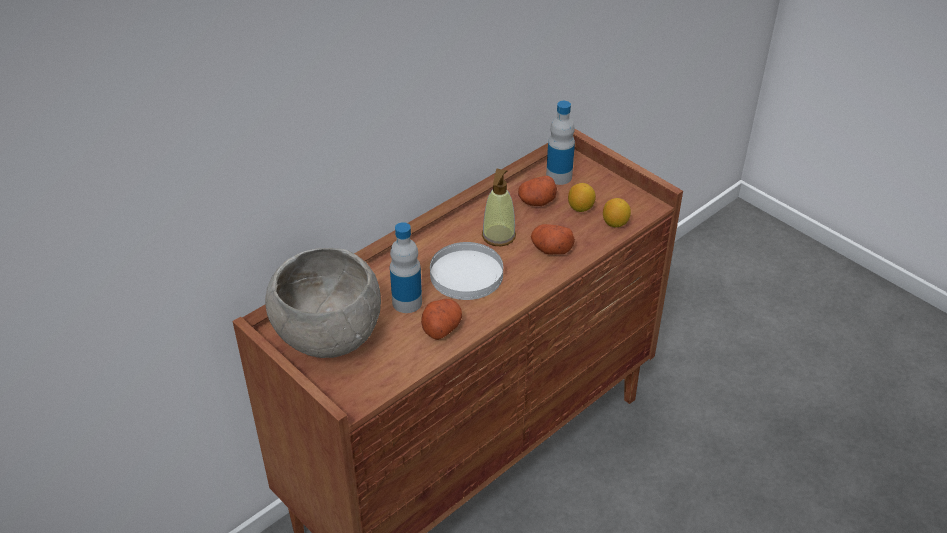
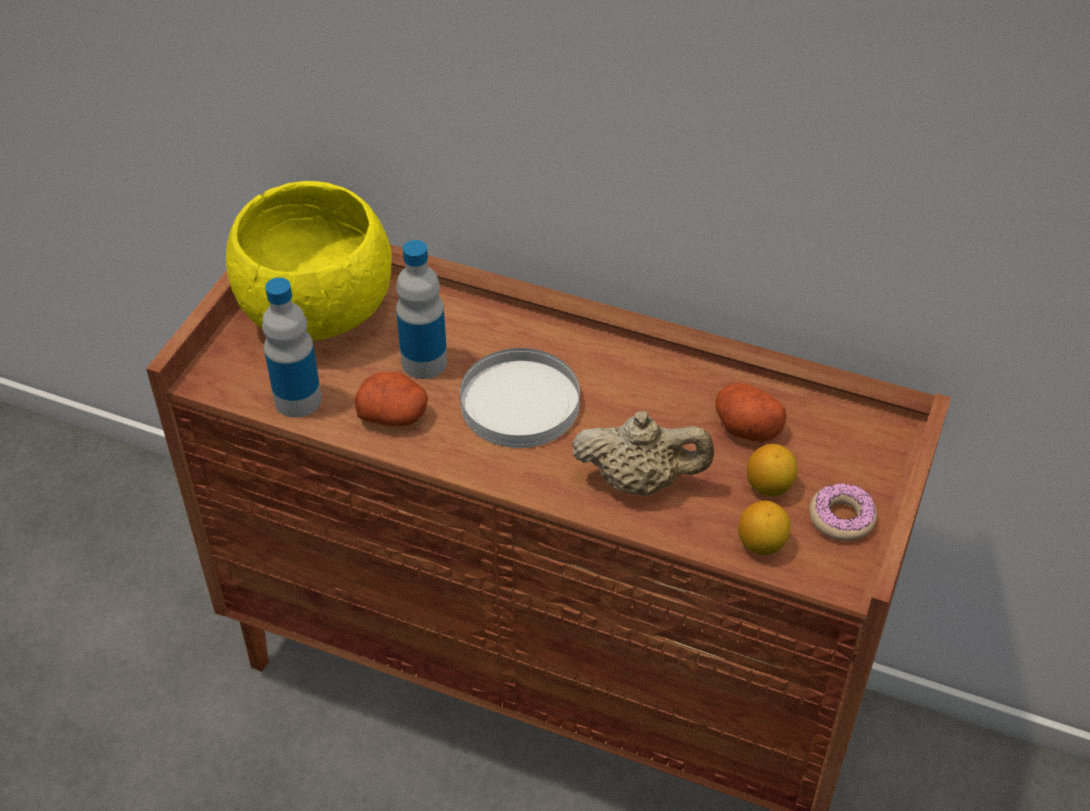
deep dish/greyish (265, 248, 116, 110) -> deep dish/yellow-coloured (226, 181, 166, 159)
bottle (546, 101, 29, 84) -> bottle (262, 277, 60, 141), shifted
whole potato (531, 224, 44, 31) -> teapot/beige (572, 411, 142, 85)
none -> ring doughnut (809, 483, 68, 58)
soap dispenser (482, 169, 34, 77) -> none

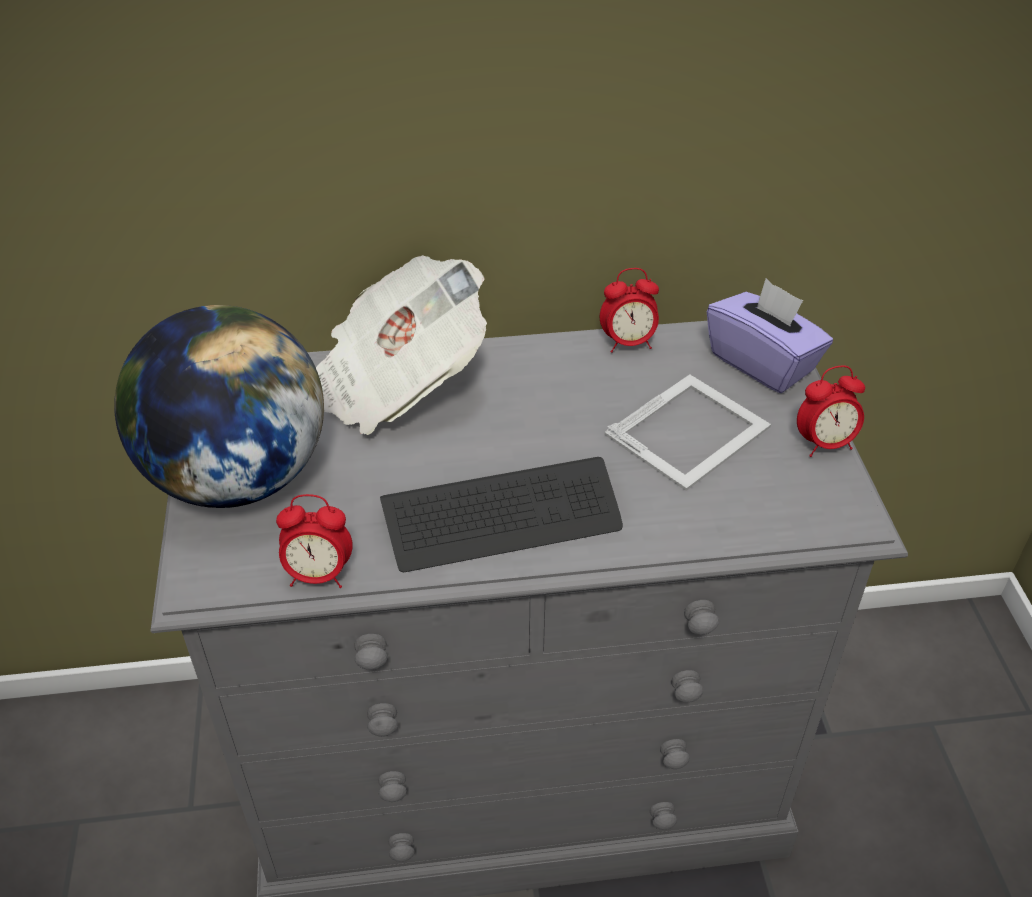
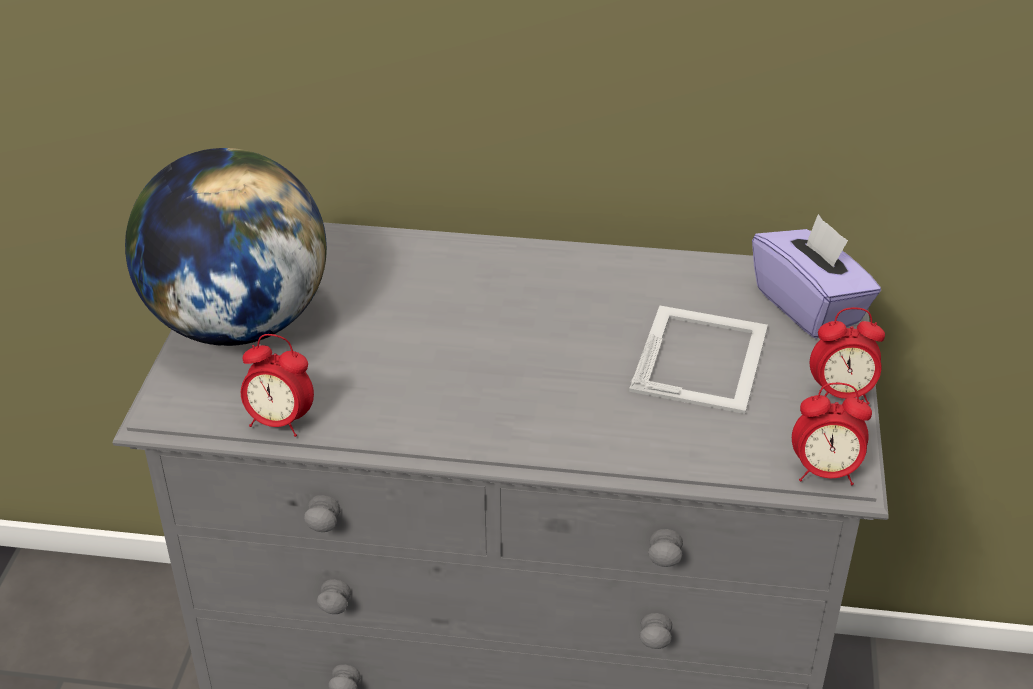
picture frame (605, 374, 166, 117) -> picture frame (629, 306, 139, 108), 45 degrees counterclockwise
alarm clock (600, 268, 59, 85) -> alarm clock (792, 383, 80, 102), shifted
newspaper (316, 255, 171, 180) -> none
PC keyboard (380, 457, 243, 115) -> none

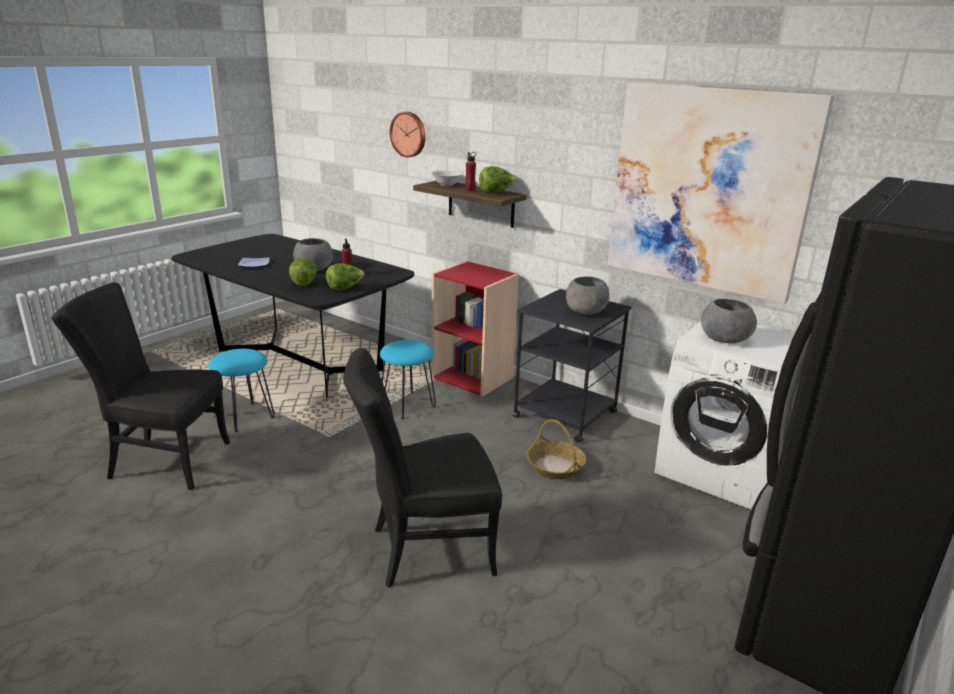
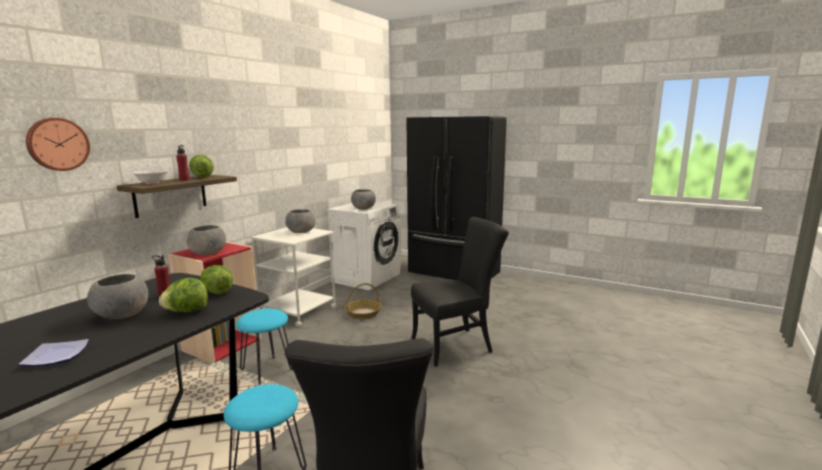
none -> deep dish/greyish (187, 225, 39, 30)
wheeled cart/blackish (513, 289, 119, 154) -> wheeled cart/white (251, 227, 86, 100)
upright chair/blackish (343, 348, 159, 240) -> upright chair/blackish (411, 217, 98, 150), 90 degrees counterclockwise
wall art (607, 83, 227, 221) -> none

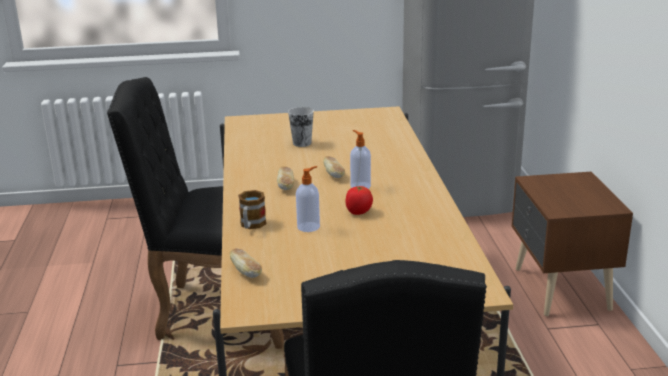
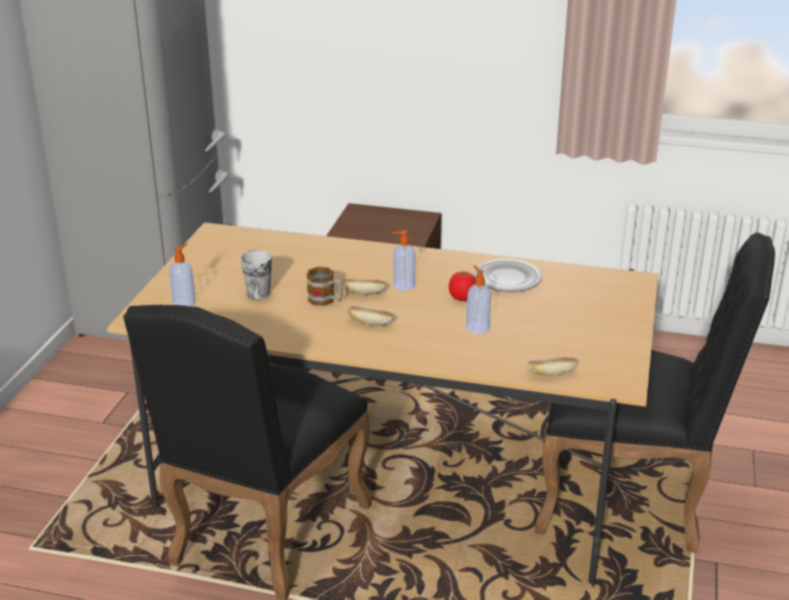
none -> soap dispenser (169, 243, 27, 64)
mug (238, 190, 28, 39) -> mug (307, 267, 36, 39), shifted
none -> dinner plate (473, 259, 69, 33)

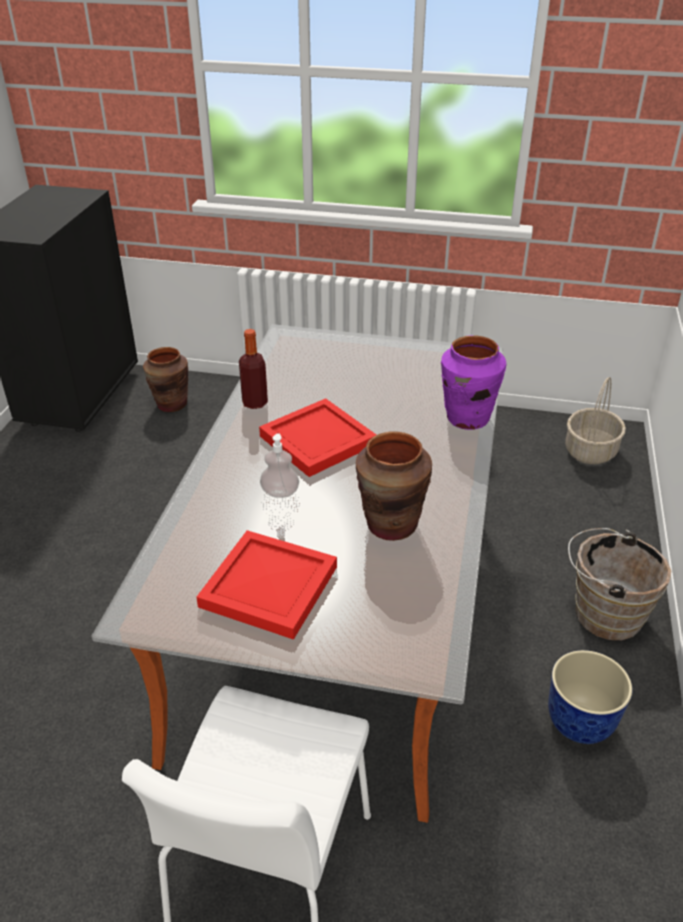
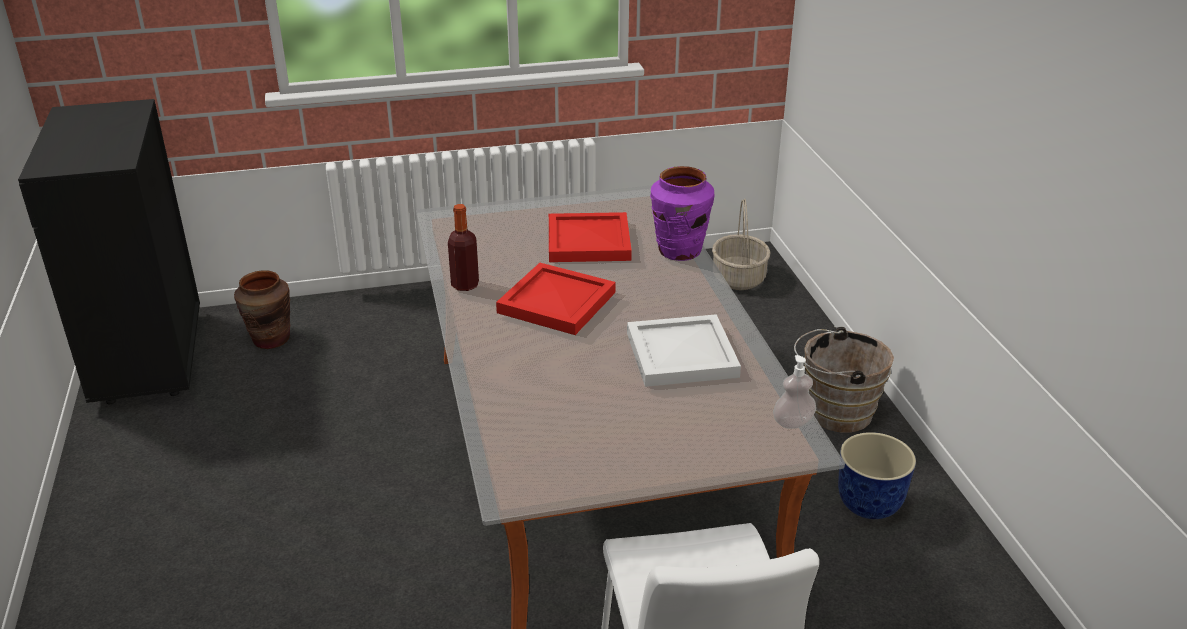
serving tray/reddish (196, 530, 141, 110) -> serving tray/reddish (549, 212, 83, 50), shifted
flower vase/brownish (356, 431, 76, 110) -> serving tray/white (627, 314, 114, 73)
soap dispenser (260, 434, 39, 64) -> soap dispenser (773, 355, 43, 74), shifted

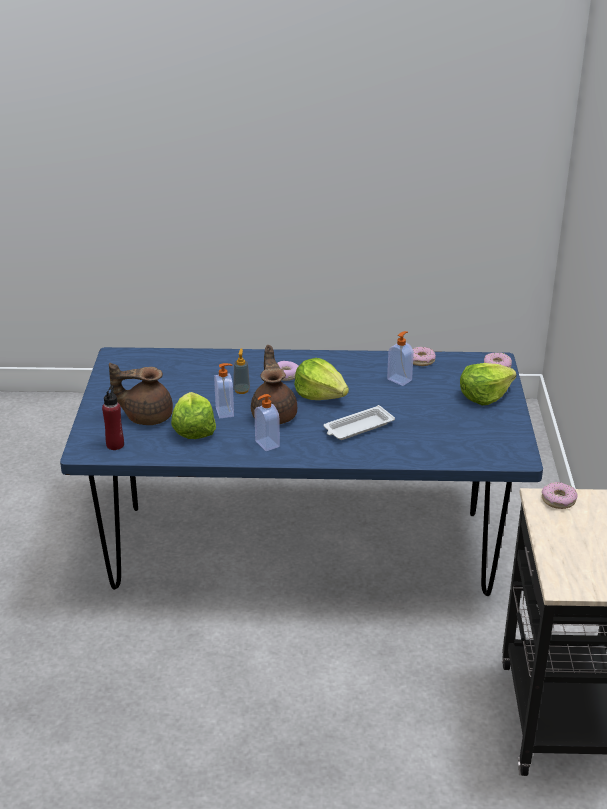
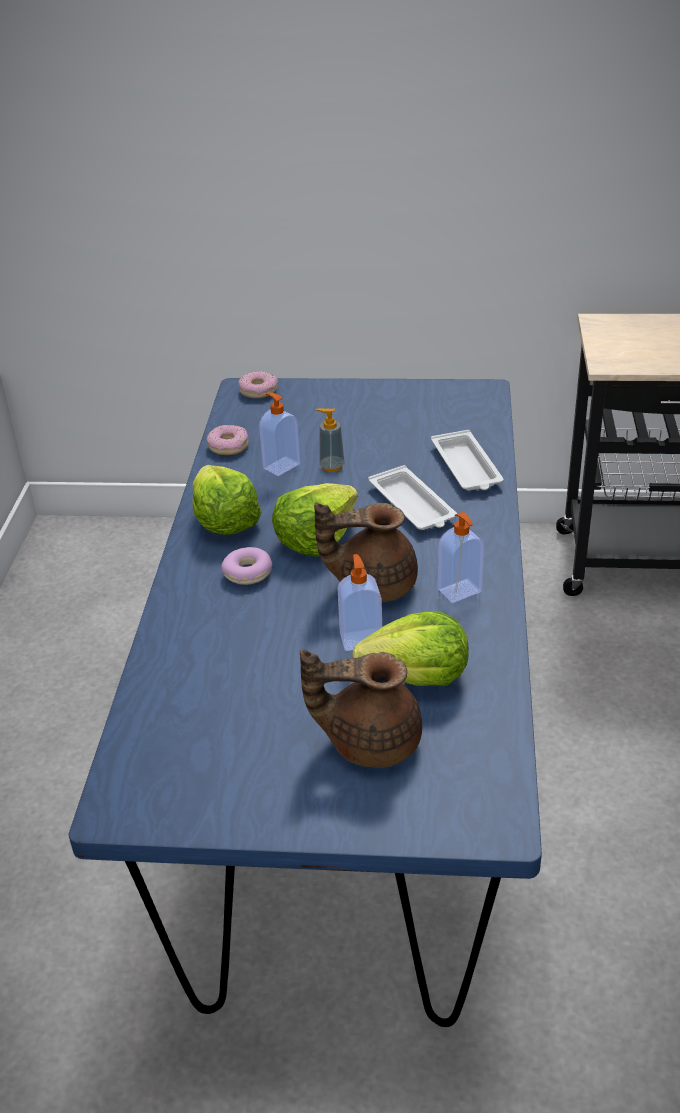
lettuce head (460, 363, 57, 43) -> lettuce head (192, 465, 70, 70), shifted
teapot/brownish (109, 363, 64, 62) -> teapot/brownish (300, 649, 122, 119), 90 degrees clockwise
soap dispenser (233, 349, 17, 45) -> soap dispenser (316, 408, 29, 64), shifted
none -> serving tray/white (431, 430, 72, 61)
bottle/reddish (102, 385, 22, 65) -> none
ring doughnut (542, 482, 36, 27) -> none

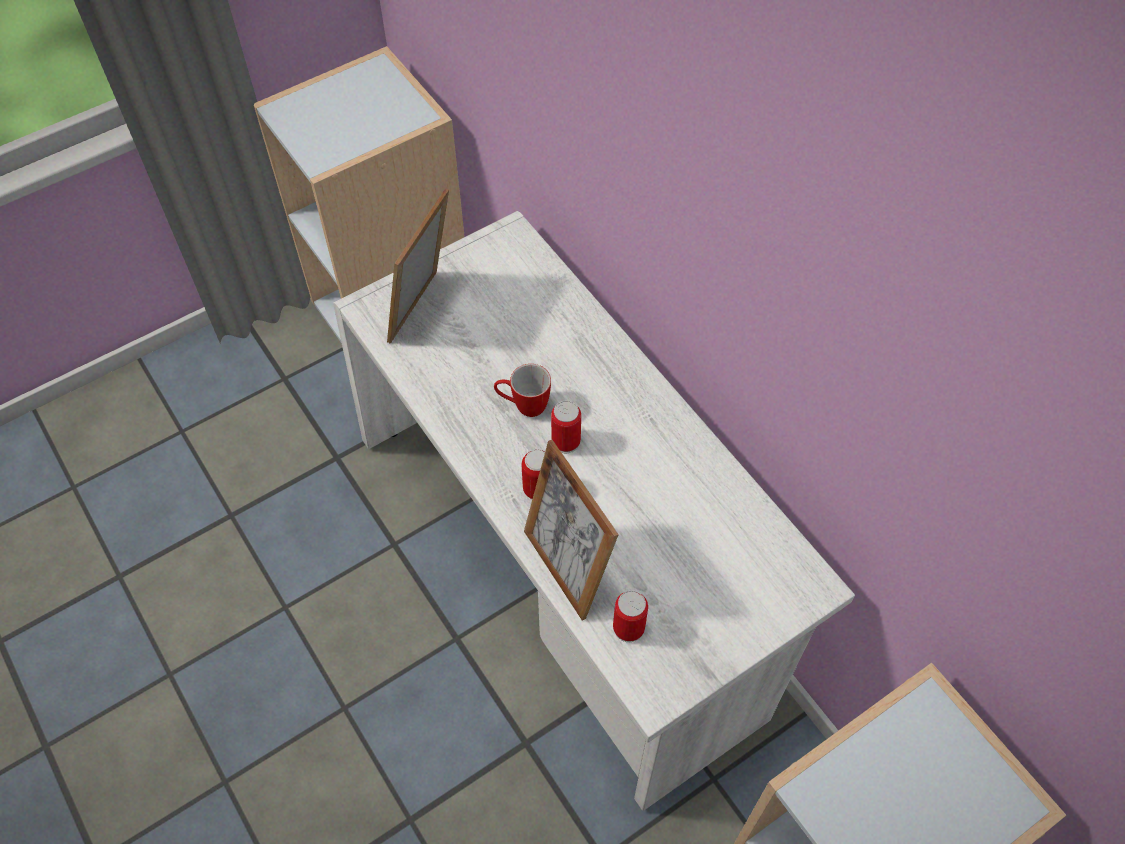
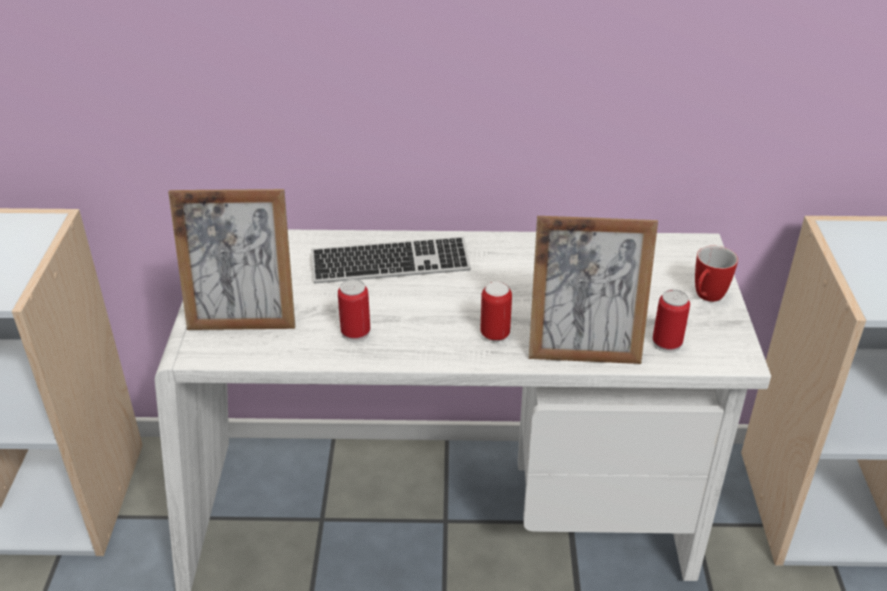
picture frame (387, 188, 62, 156) -> picture frame (168, 189, 127, 141), 60 degrees counterclockwise
none -> PC keyboard (311, 237, 160, 47)
metal can (551, 401, 30, 52) -> metal can (338, 279, 32, 63), shifted
mug (494, 364, 57, 53) -> mug (695, 246, 43, 56), shifted

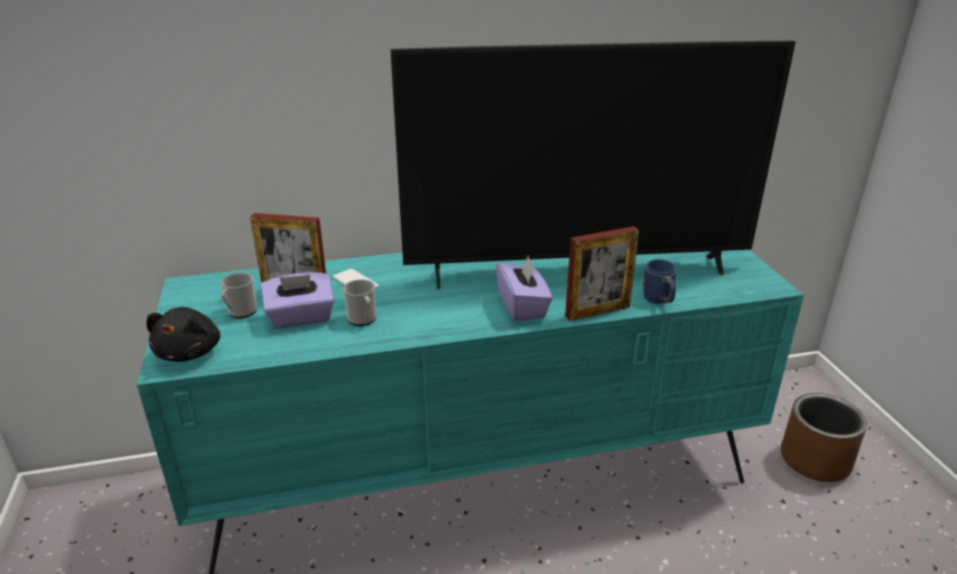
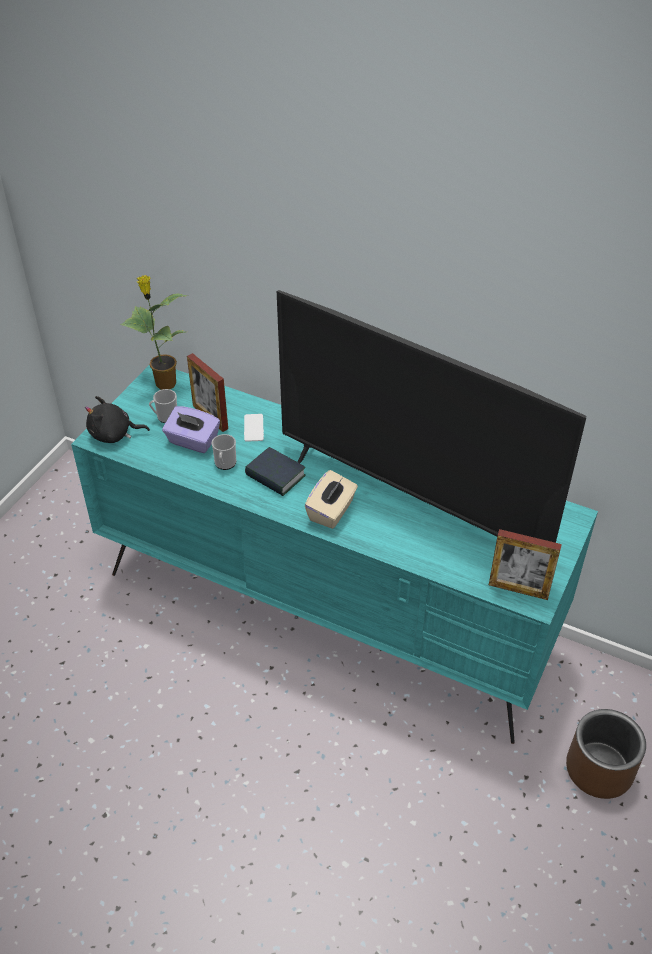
plush toy/blackish (146, 307, 74, 55) -> plush toy/blackish (85, 396, 65, 47), 45 degrees clockwise
none -> plant in a pot (120, 275, 68, 115)
none -> bound book (245, 447, 61, 49)
tissue box/purple (496, 255, 57, 67) -> tissue box/beige (305, 470, 53, 59)
picture frame (565, 226, 74, 95) -> picture frame (489, 529, 73, 71), shifted
mug/bluish (642, 259, 34, 45) -> none

